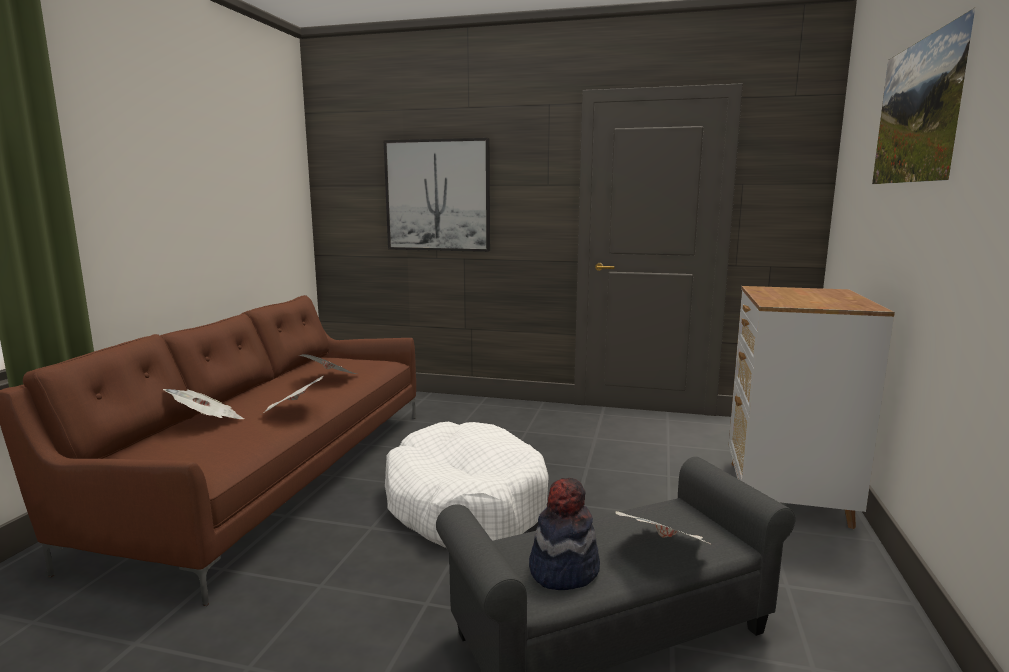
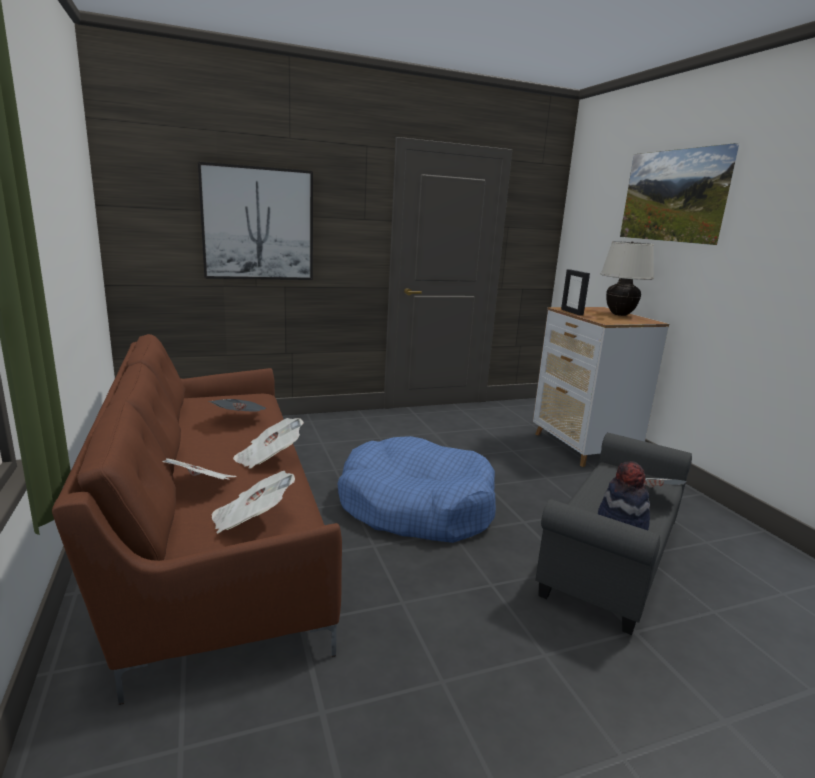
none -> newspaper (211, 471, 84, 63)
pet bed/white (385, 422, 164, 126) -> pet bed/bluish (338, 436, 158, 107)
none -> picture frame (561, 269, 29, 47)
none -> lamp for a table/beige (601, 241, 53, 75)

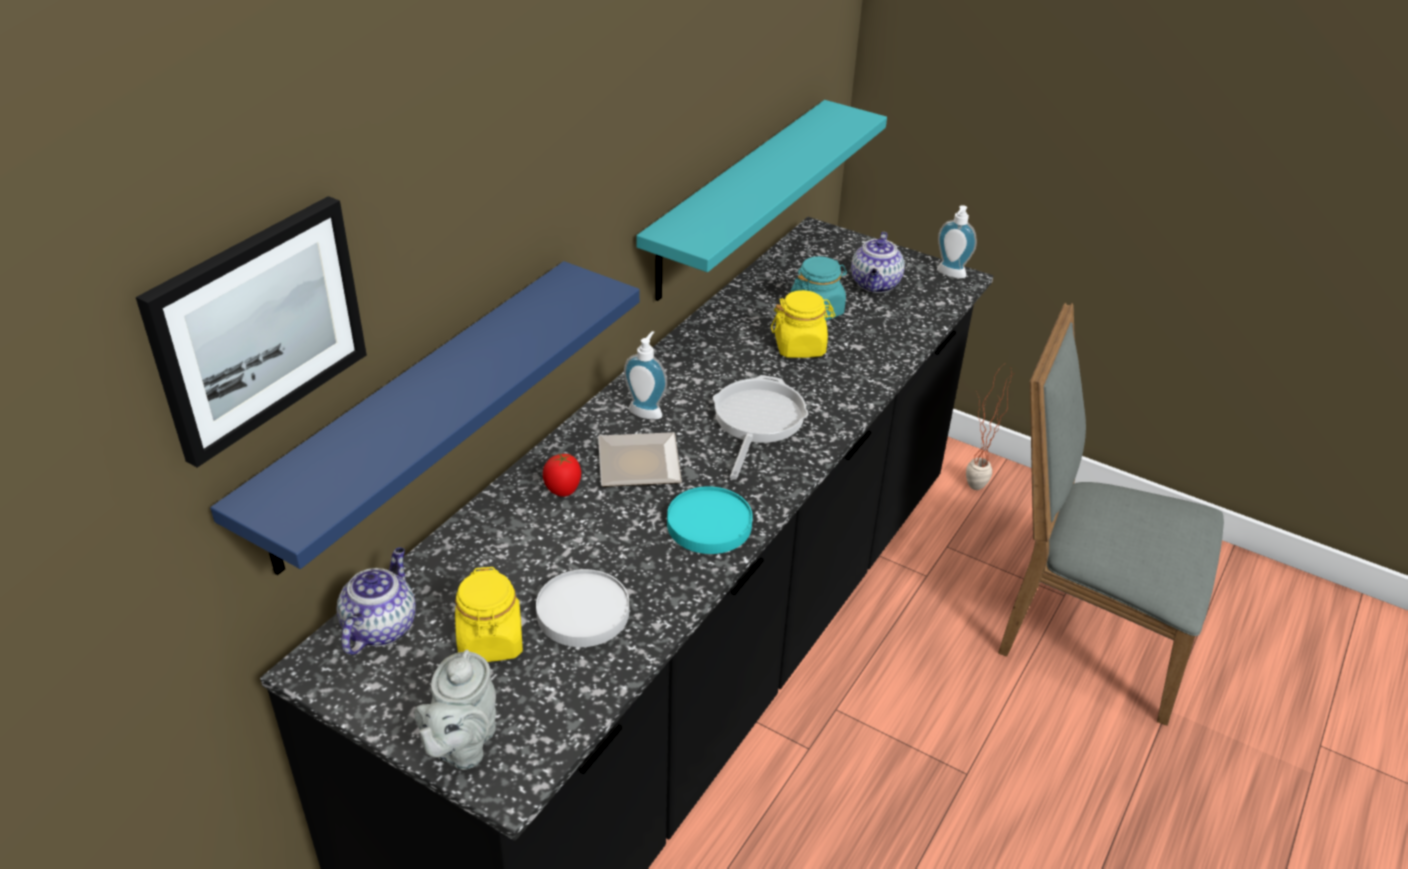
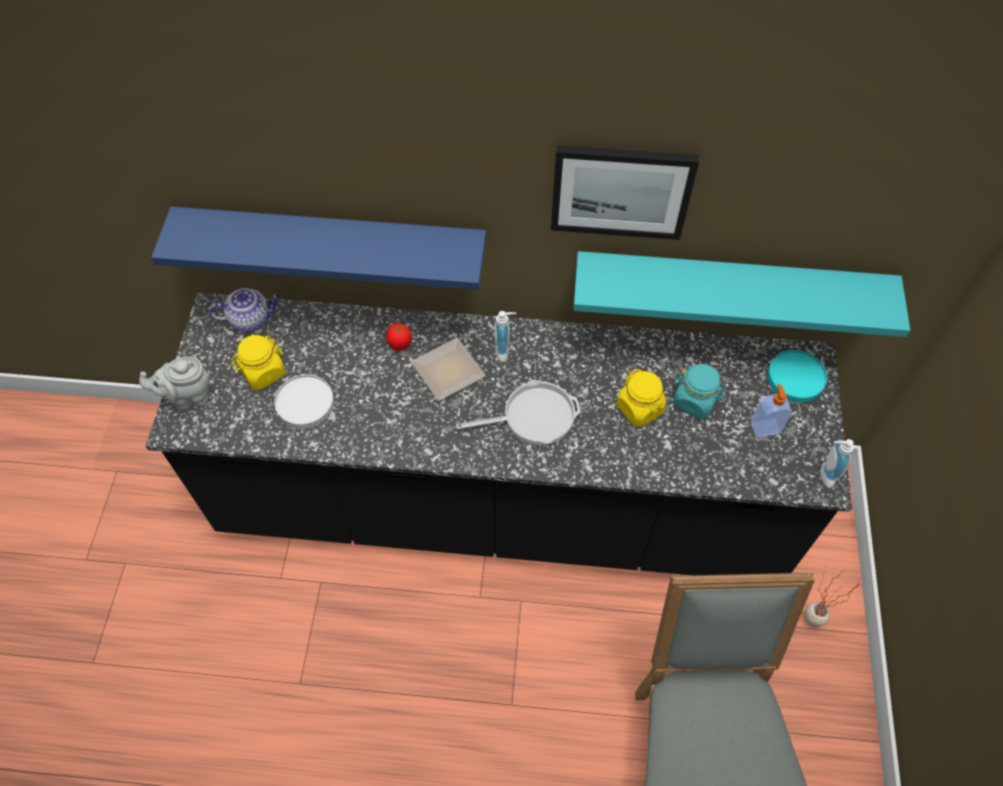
wall art (136, 196, 231, 271) -> wall art (551, 145, 148, 95), shifted
teapot (851, 232, 54, 61) -> soap dispenser (750, 384, 42, 53)
dinner plate/blue-green (667, 486, 86, 68) -> dinner plate/blue-green (767, 350, 60, 52), shifted

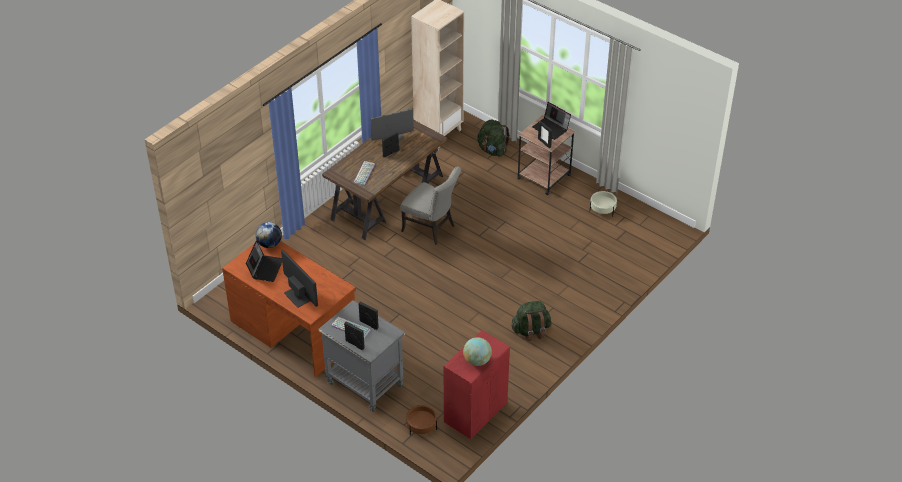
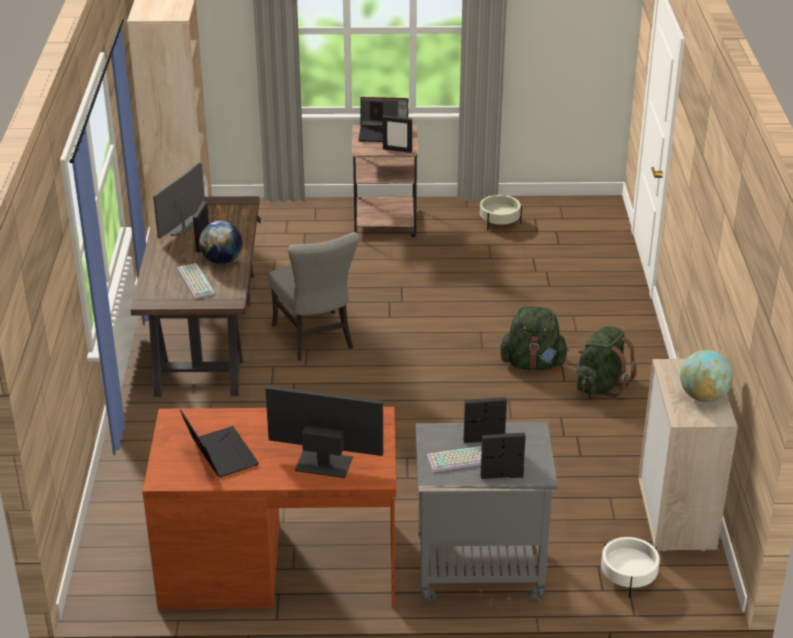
desk globe (256, 222, 26, 26) -> desk globe (199, 221, 43, 43), shifted
upright chair/greyish (400, 167, 61, 78) -> upright chair/greyish (268, 232, 92, 129), 75 degrees clockwise
backpack/green-coloured (477, 120, 33, 37) -> backpack/green-coloured (500, 306, 69, 65), shifted
planter/brownish (406, 405, 31, 30) -> planter/white (601, 537, 59, 61)
cupboard/reddish (444, 330, 66, 109) -> cupboard/beige (638, 359, 100, 192)

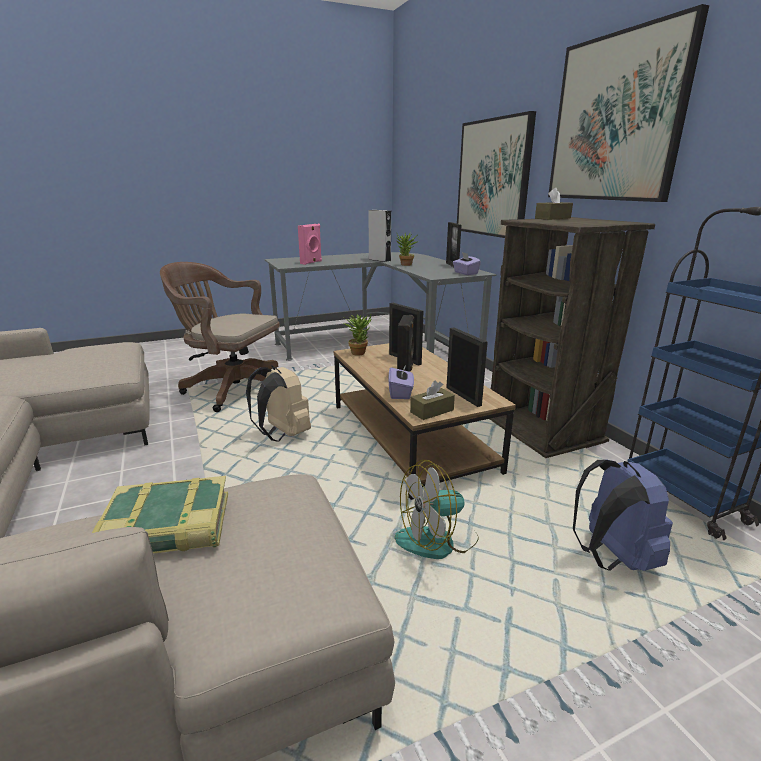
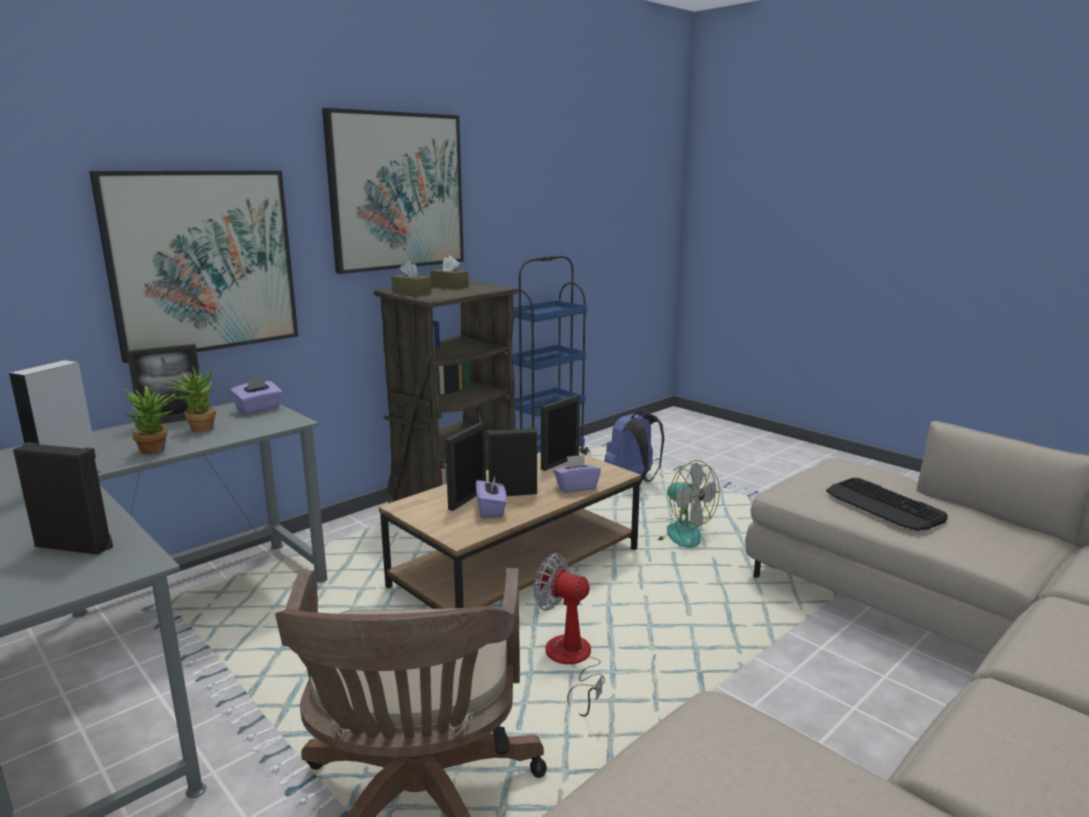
audio speaker/pinkish (298, 224, 24, 41) -> audio speaker/blackish (13, 442, 100, 113)
plant in a pot (343, 314, 28, 42) -> plant in a pot (165, 366, 51, 66), shifted
tissue box/brownish (410, 381, 45, 39) -> tissue box/brownish (430, 256, 39, 33), shifted
none -> tissue box/purple (476, 477, 31, 41)
backpack/beige (246, 365, 65, 77) -> electric fan (534, 553, 71, 164)
bound book (92, 476, 136, 77) -> PC keyboard (826, 478, 122, 53)

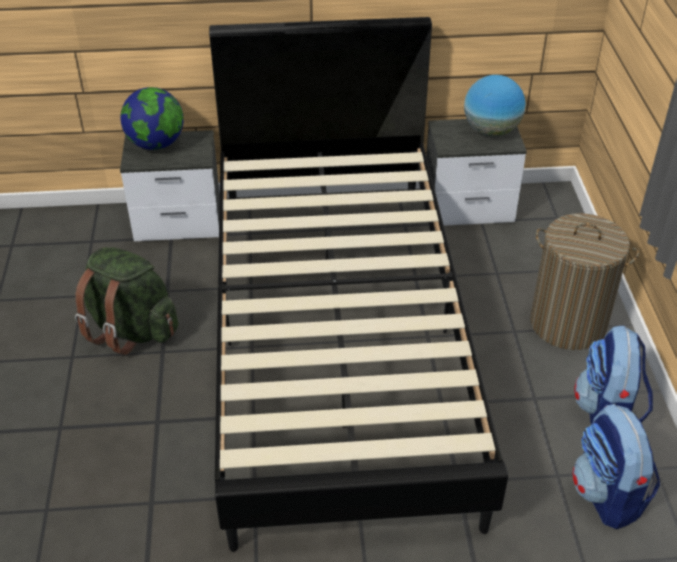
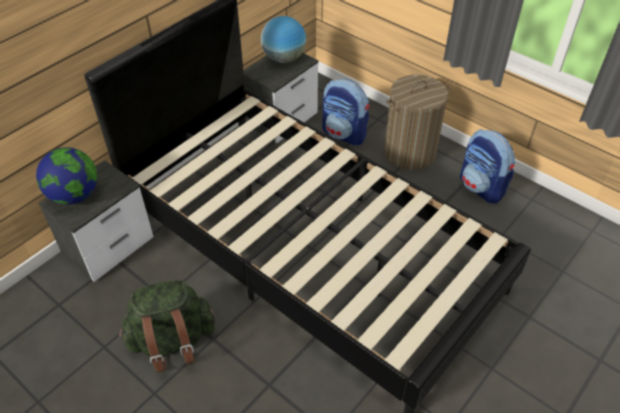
backpack (572, 403, 88, 126) -> backpack (322, 79, 47, 67), shifted

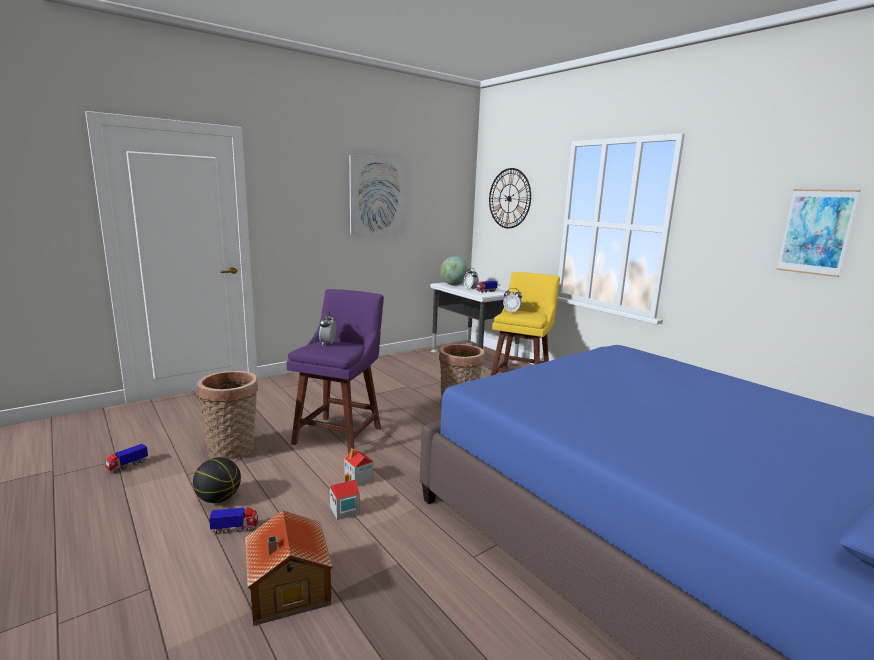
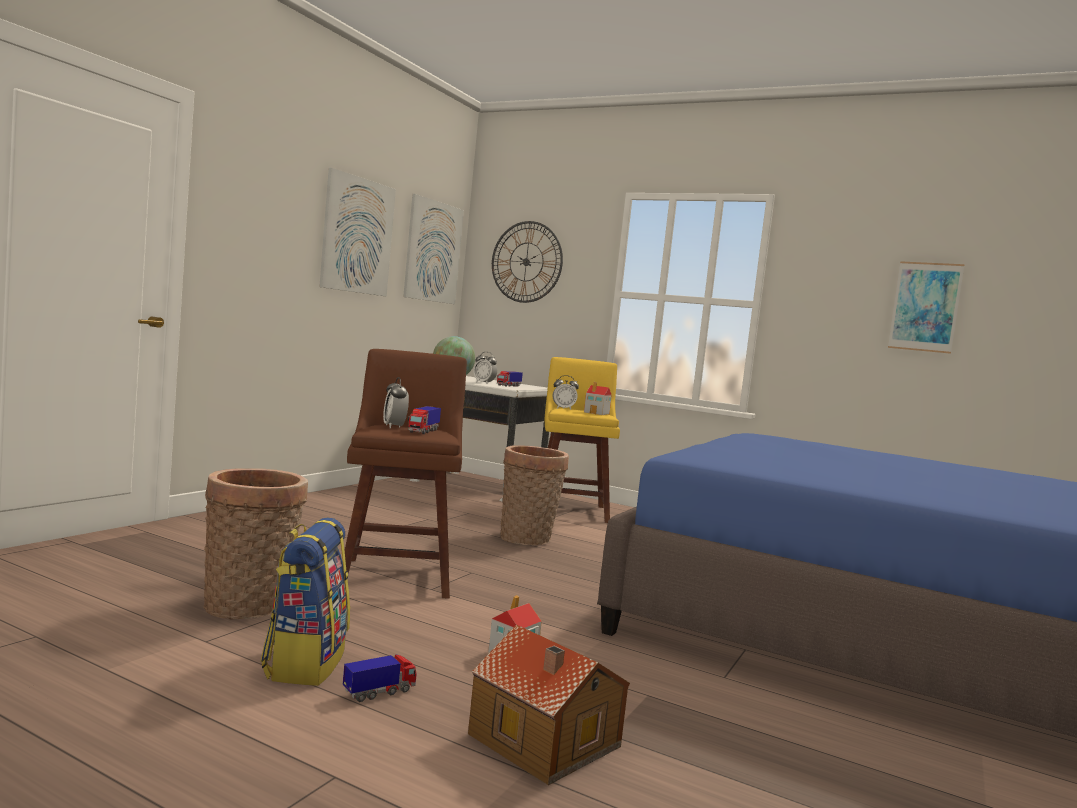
basketball (193, 457, 48, 46) -> backpack (260, 518, 90, 168)
sitting stool/purple (287, 289, 97, 165) -> sitting stool/brownish (342, 349, 125, 250)
none -> wall art (403, 194, 61, 110)
toy lorry (105, 444, 43, 29) -> toy lorry (408, 406, 33, 28), shifted
miniature house (344, 448, 29, 38) -> miniature house (584, 382, 28, 33), shifted

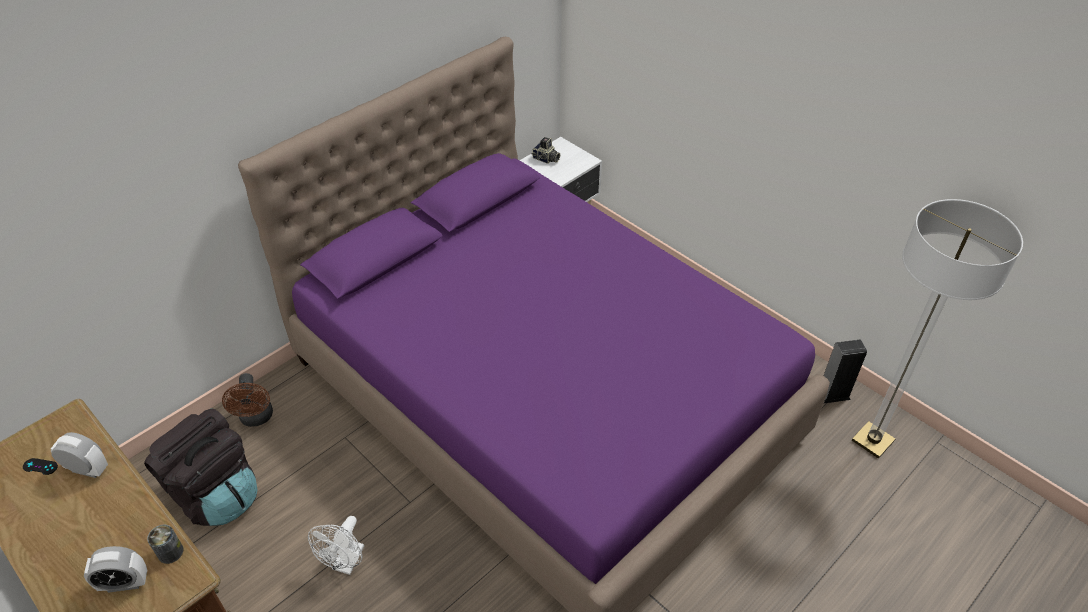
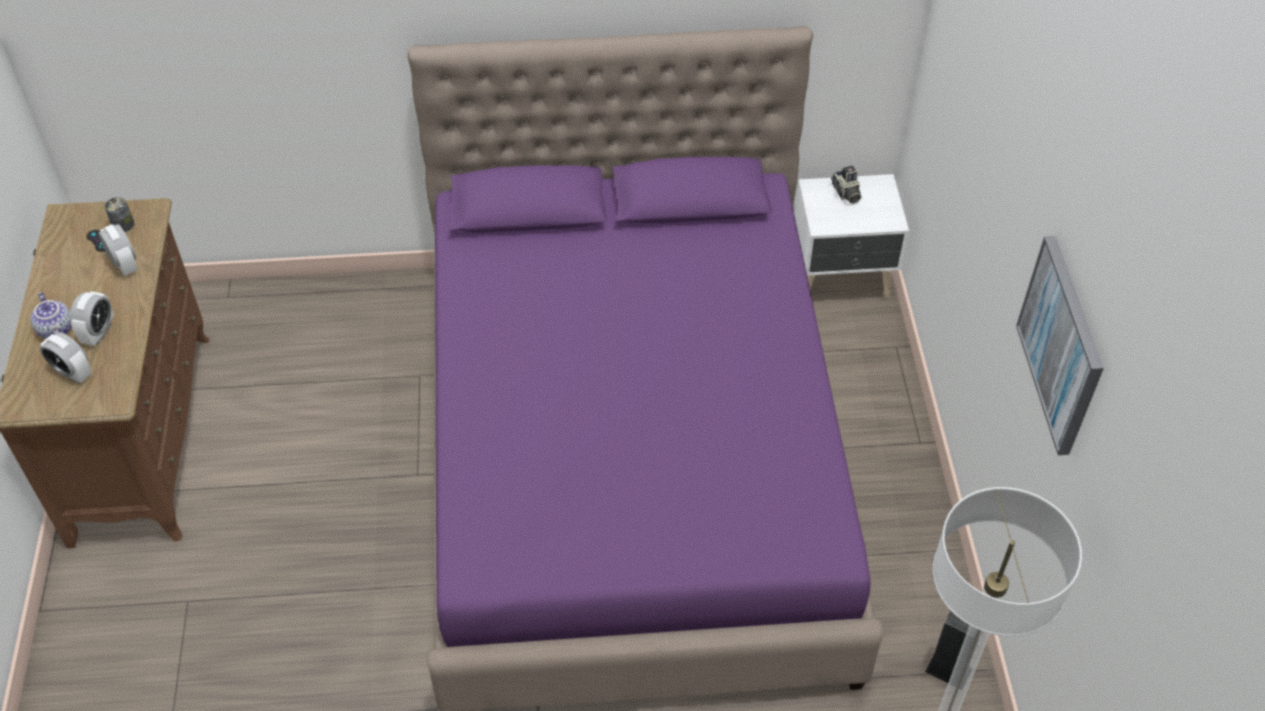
none -> teapot (31, 292, 41, 47)
none -> alarm clock (70, 291, 44, 55)
metal can (147, 525, 37, 39) -> metal can (104, 197, 30, 35), shifted
none -> wall art (1016, 236, 88, 219)
backpack/blackish (144, 409, 114, 117) -> none
electric fan/brownish (222, 373, 51, 54) -> none
electric fan/white (308, 516, 56, 59) -> none

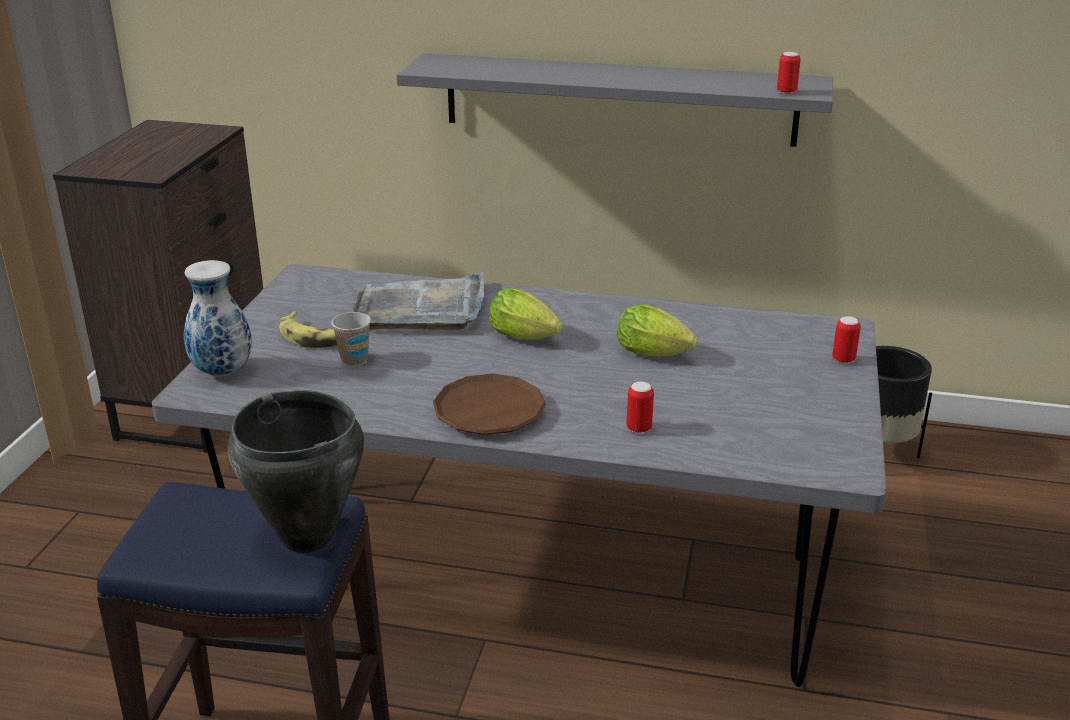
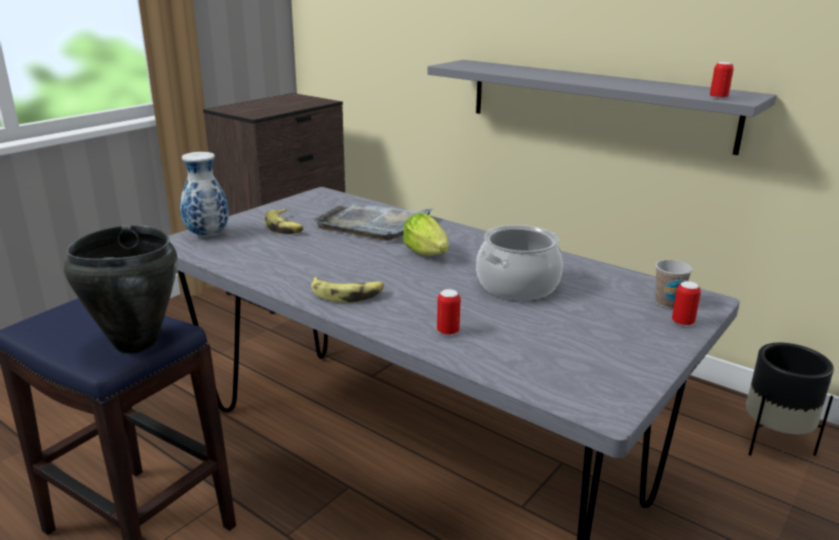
dinner plate/brownish (433, 373, 113, 62) -> banana fruit (311, 277, 73, 26)
lettuce head (617, 304, 80, 53) -> cooking pot (476, 225, 87, 75)
small cup (331, 312, 40, 54) -> small cup (655, 260, 38, 48), shifted

